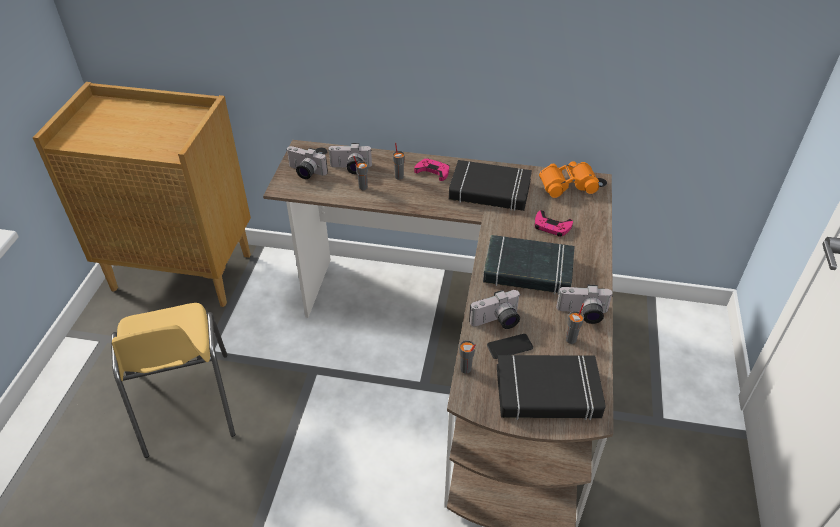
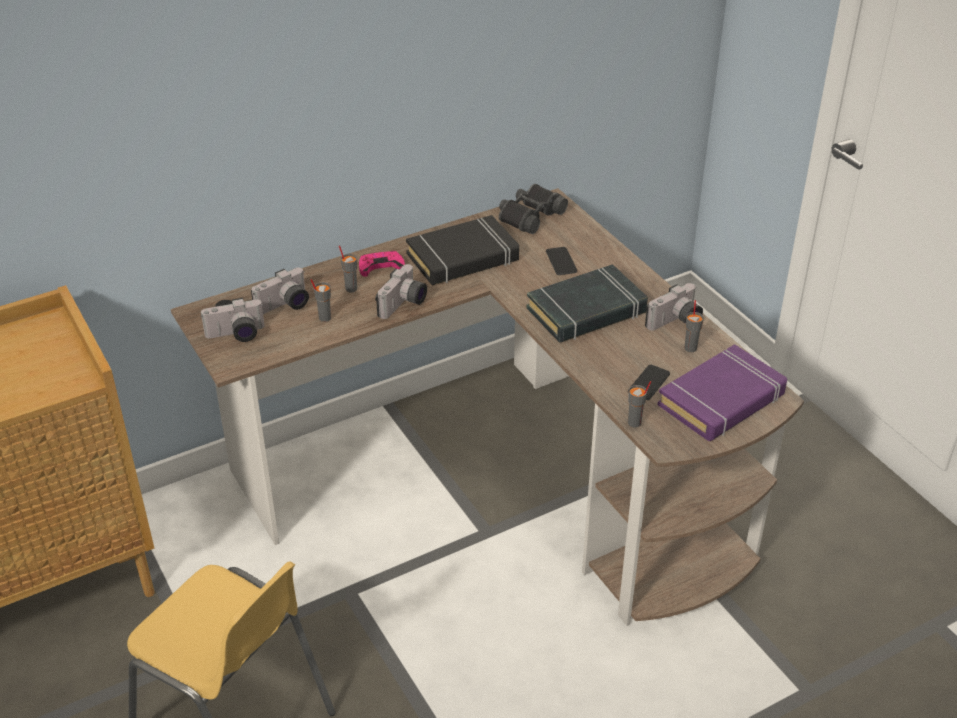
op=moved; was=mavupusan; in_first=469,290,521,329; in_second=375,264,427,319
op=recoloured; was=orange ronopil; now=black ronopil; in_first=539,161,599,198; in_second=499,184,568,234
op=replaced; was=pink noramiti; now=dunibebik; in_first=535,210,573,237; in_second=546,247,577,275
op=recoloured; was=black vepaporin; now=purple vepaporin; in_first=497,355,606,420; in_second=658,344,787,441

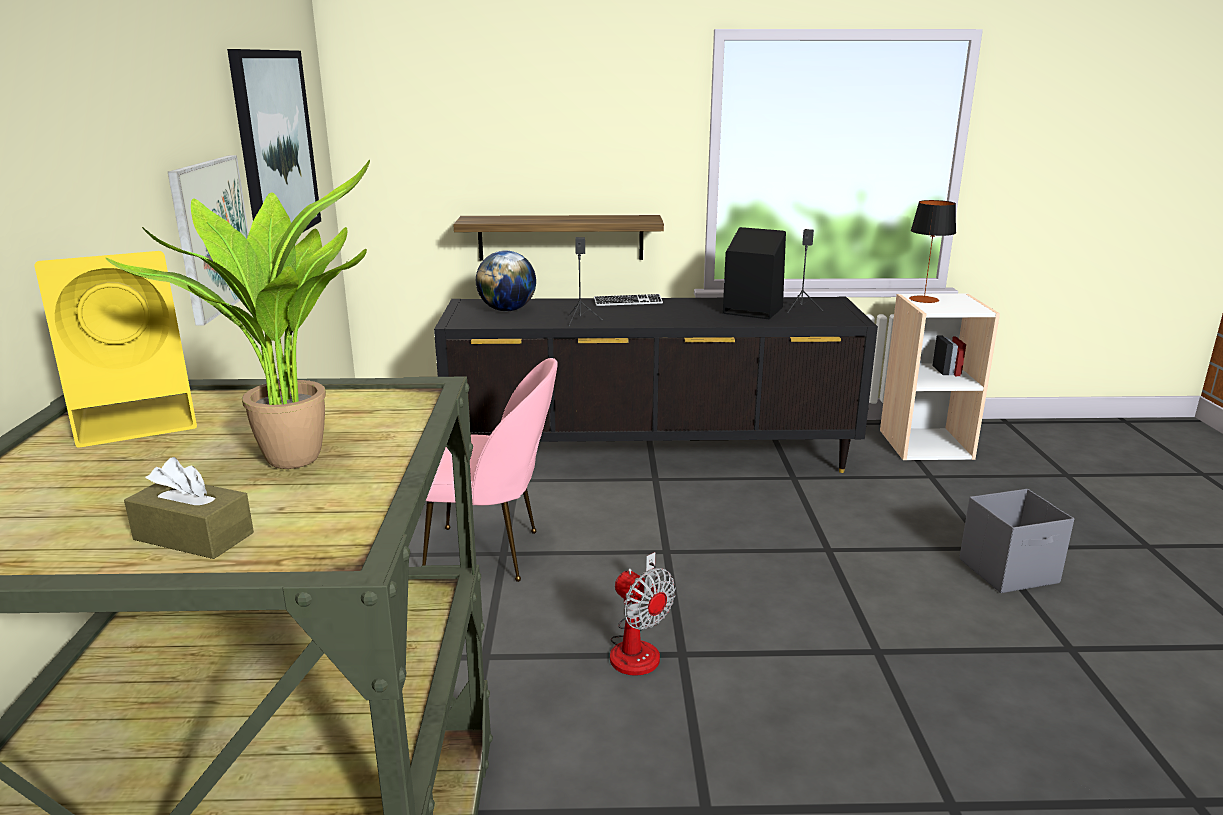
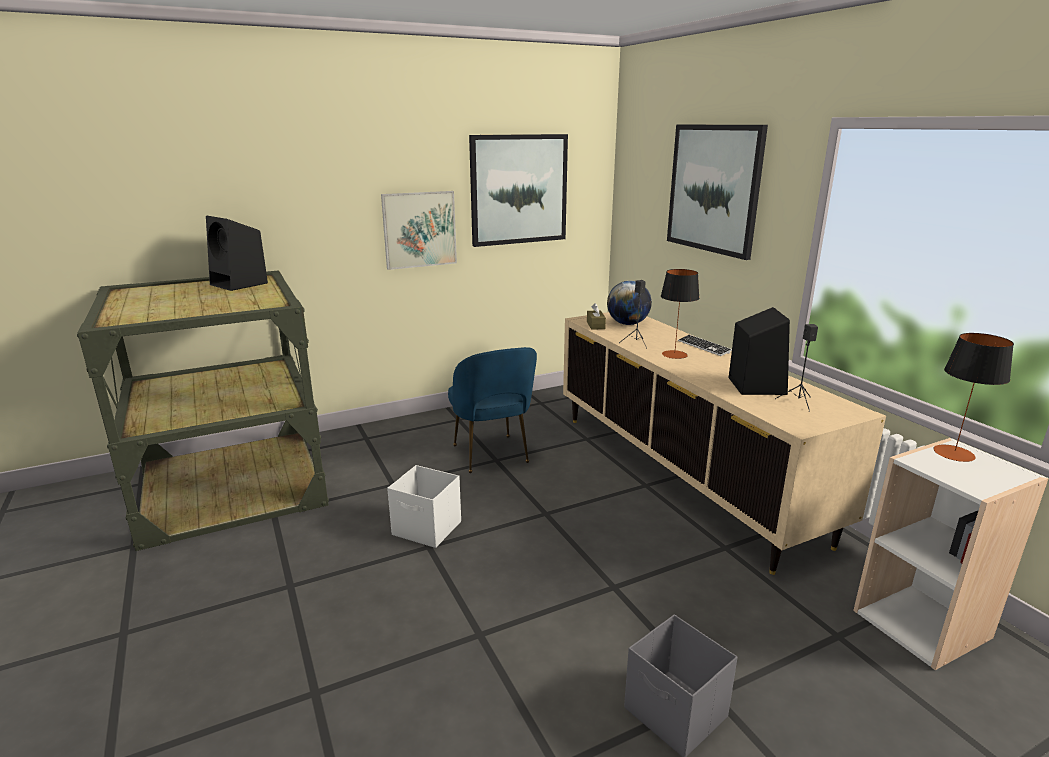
op=recoloured; was=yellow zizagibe; now=black zizagibe; in_first=34,251,197,448; in_second=206,215,268,291
op=replaced; was=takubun; now=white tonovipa; in_first=610,552,676,676; in_second=387,465,461,548
op=recoloured; was=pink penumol; now=blue penumol; in_first=422,358,558,582; in_second=448,347,537,473
op=recoloured; was=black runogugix; now=beige runogugix; in_first=434,297,878,473; in_second=563,312,886,575
op=moved; was=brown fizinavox; in_first=124,457,254,559; in_second=587,303,606,330
op=added; now=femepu; in_second=661,269,699,359
op=added; now=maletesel; in_second=667,125,768,260
op=removed; was=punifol; in_first=106,160,370,469
op=removed; was=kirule; in_first=453,215,664,261

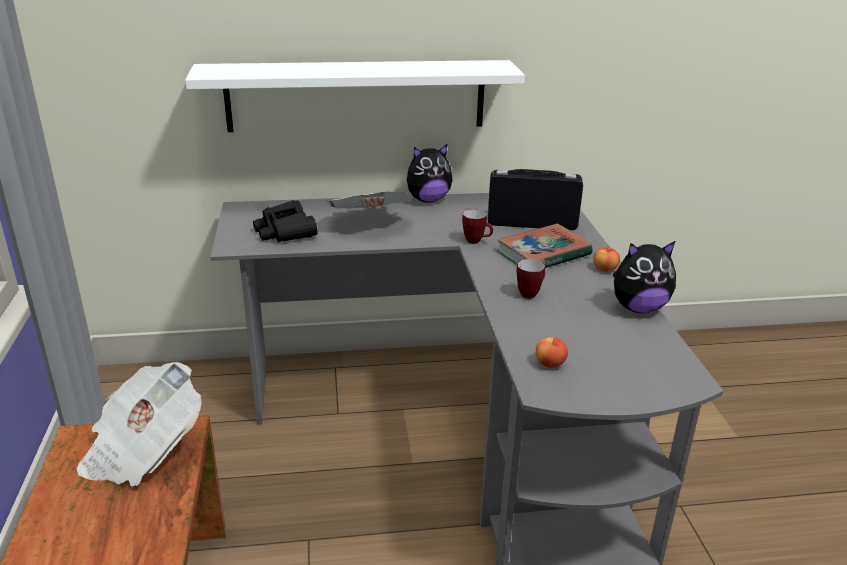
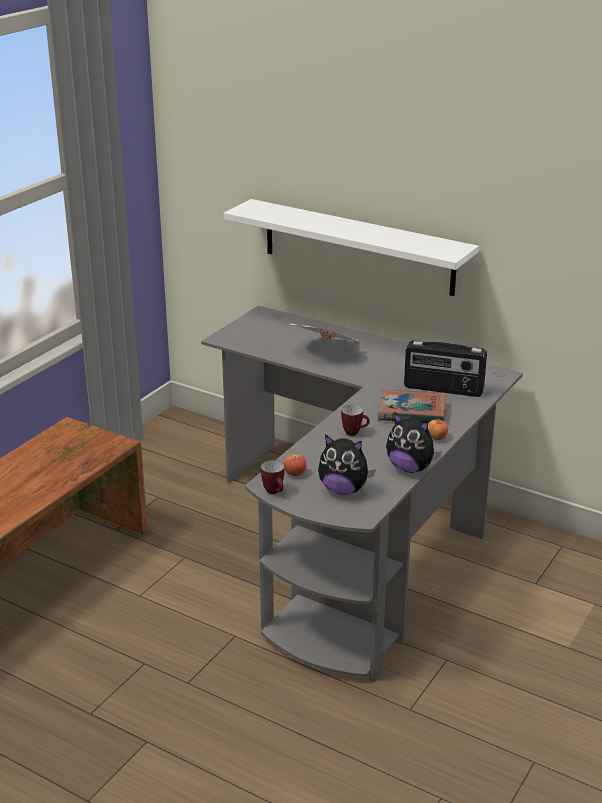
op=moved; was=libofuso; in_first=462,209,493,244; in_second=261,460,285,494
op=moved; was=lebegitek; in_first=407,143,452,203; in_second=318,434,376,495
op=turned; was=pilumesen; in_first=488,169,583,230; in_second=404,340,487,397; clockwise=150
op=removed; was=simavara; in_first=77,362,202,486
op=removed; was=black ronopil; in_first=253,200,318,242

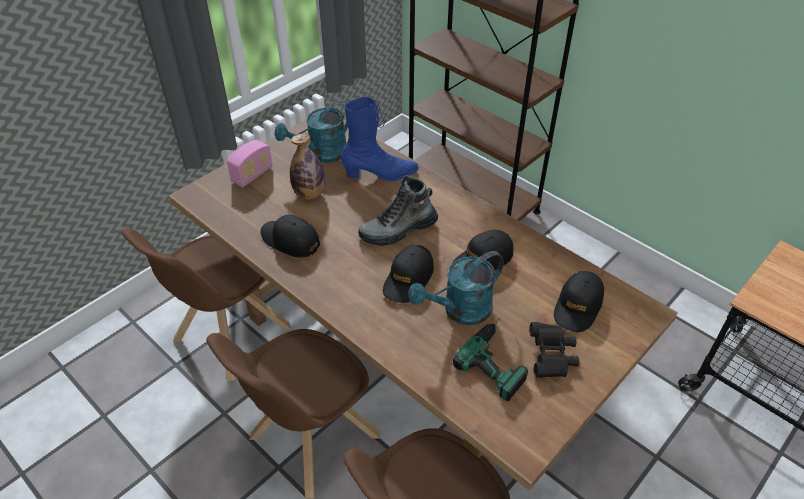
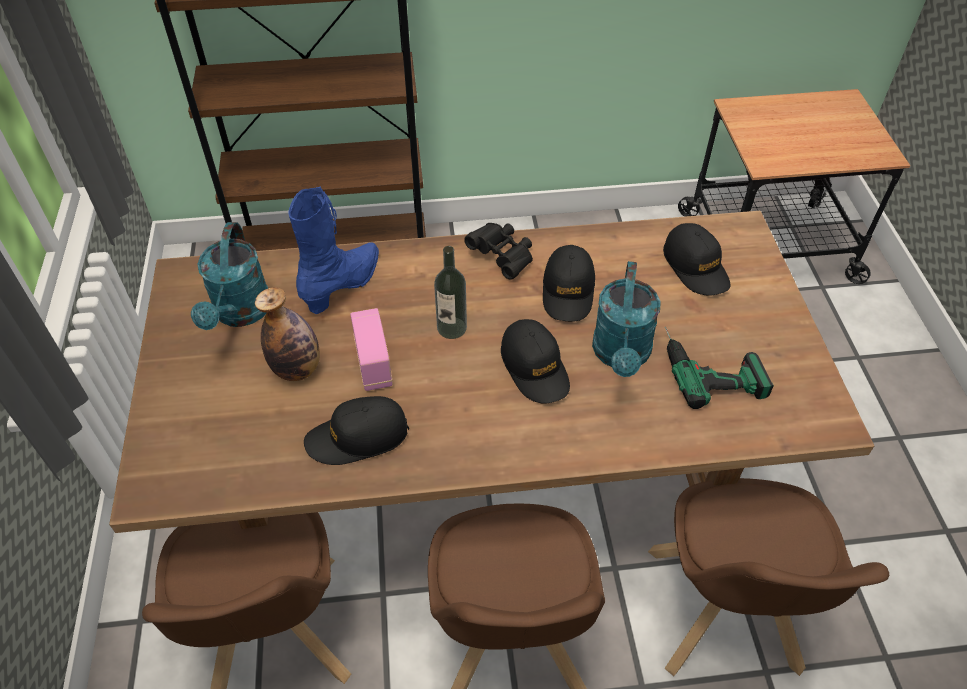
op=moved; was=pilumesen; in_first=227,140,273,187; in_second=350,308,392,391
op=replaced; was=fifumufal; now=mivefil; in_first=358,175,438,246; in_second=434,246,467,339
op=moved; was=black ronopil; in_first=529,322,579,378; in_second=464,223,533,280

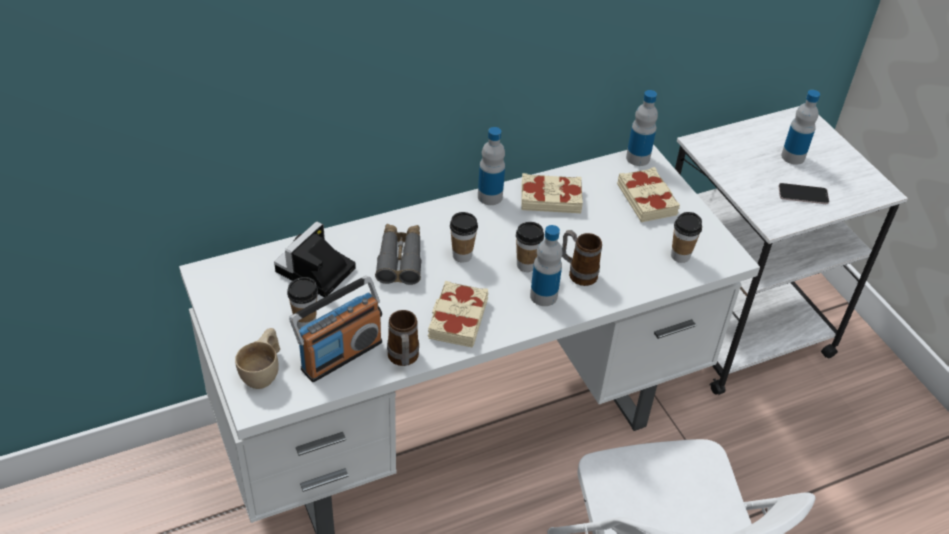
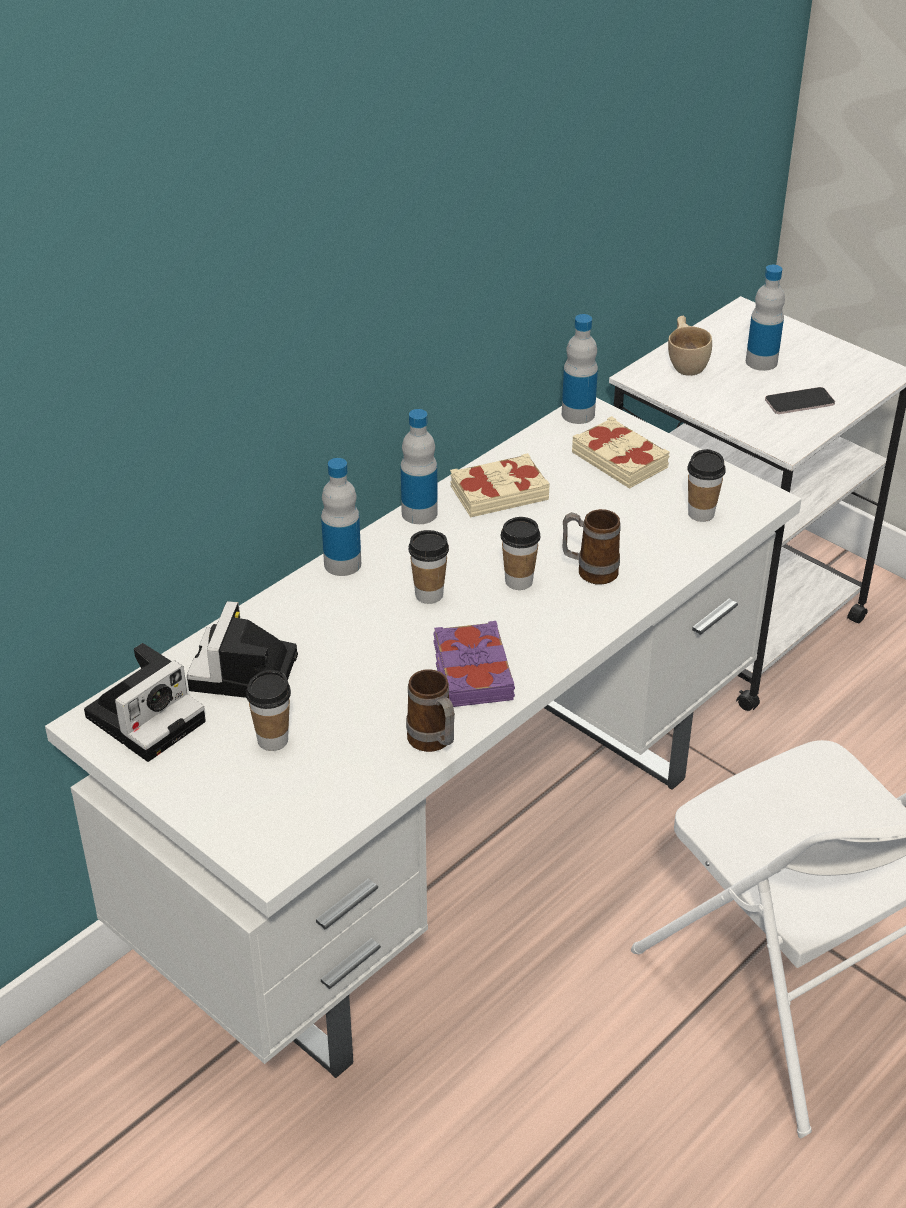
op=added; now=mavupusan; in_second=84,643,206,762
op=moved; was=mivefil; in_first=530,225,563,306; in_second=321,458,361,576
op=recoloured; was=beige vepaporin; now=purple vepaporin; in_first=428,281,489,348; in_second=433,621,515,707
op=moved; was=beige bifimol; in_first=235,328,280,389; in_second=668,316,712,376
op=removed; was=pilumesen; in_first=289,276,382,382
op=removed; was=grey ronopil; in_first=375,224,422,285

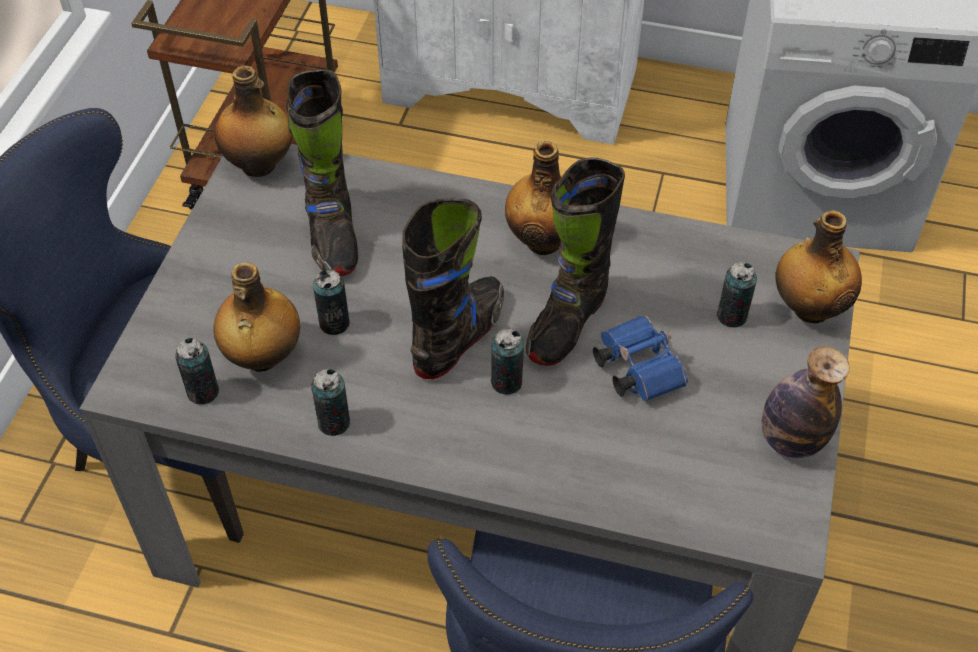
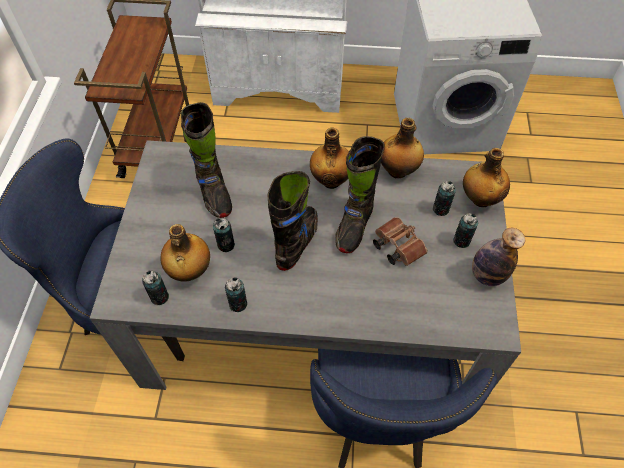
op=recoloured; was=blue ronopil; now=brown ronopil; in_first=593,316,688,401; in_second=373,217,428,266
op=moved; was=mivefil; in_first=214,66,293,177; in_second=381,118,424,178
op=moved; was=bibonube; in_first=490,329,524,395; in_second=453,213,478,248

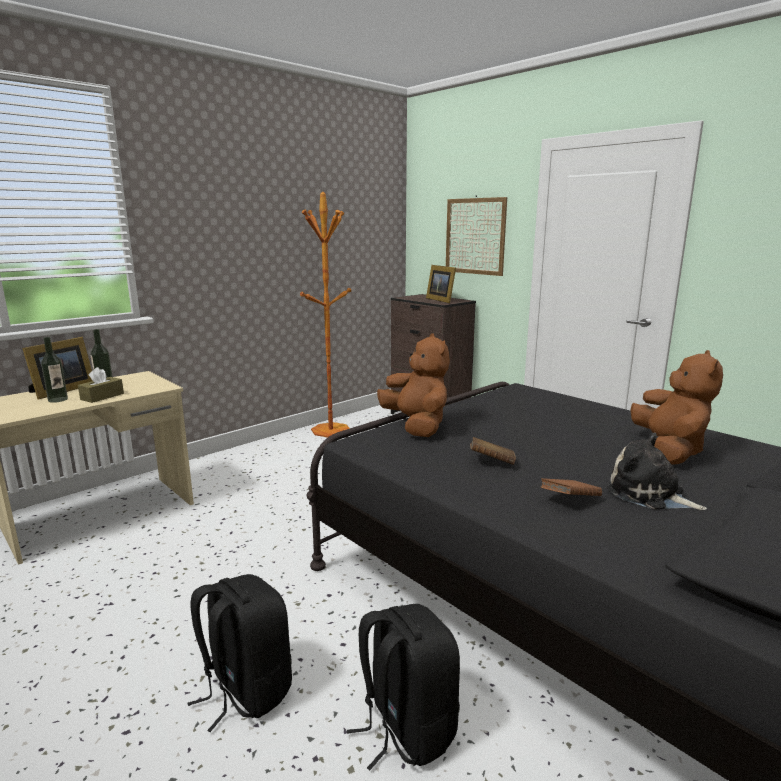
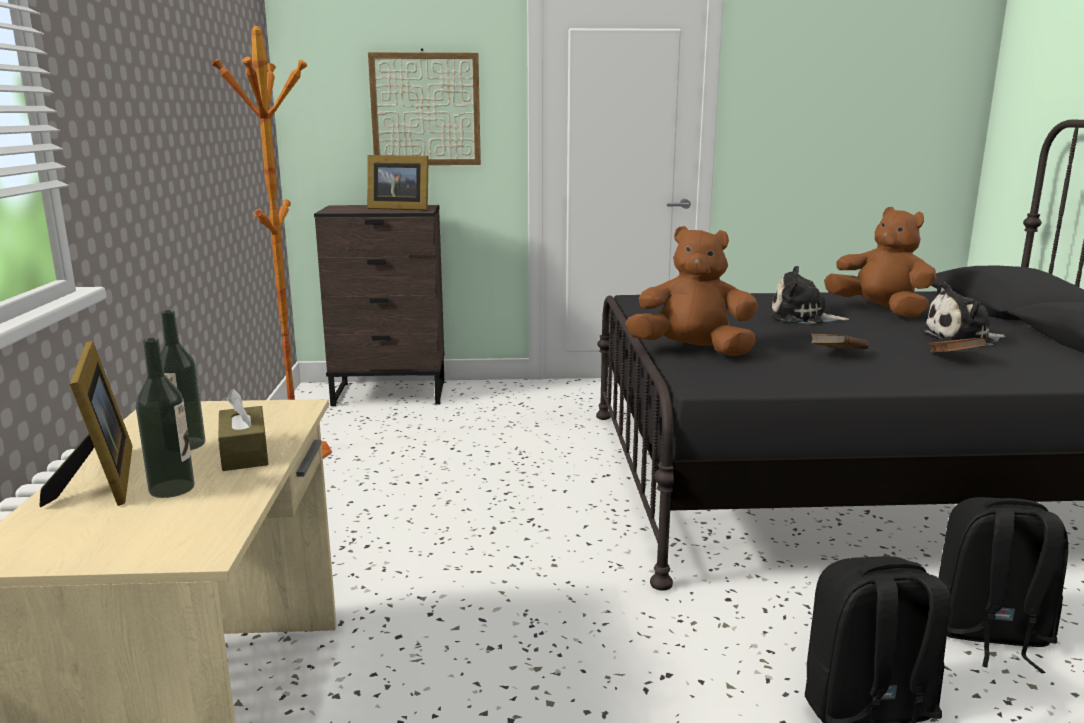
op=added; now=lebegitek; in_second=771,266,849,324

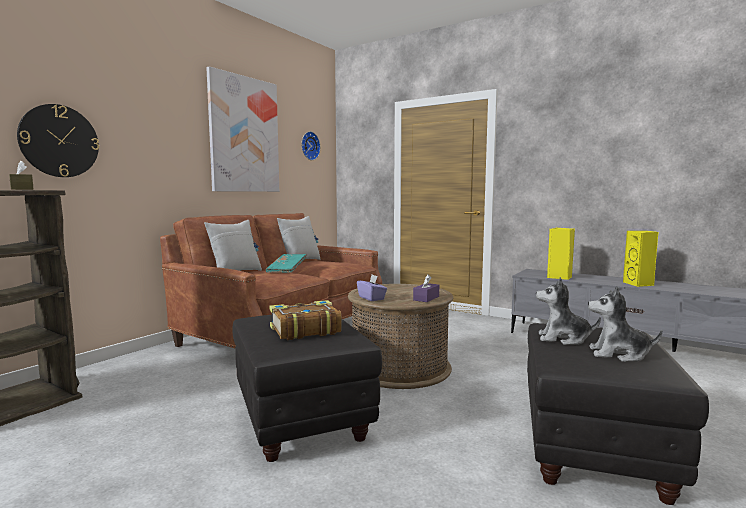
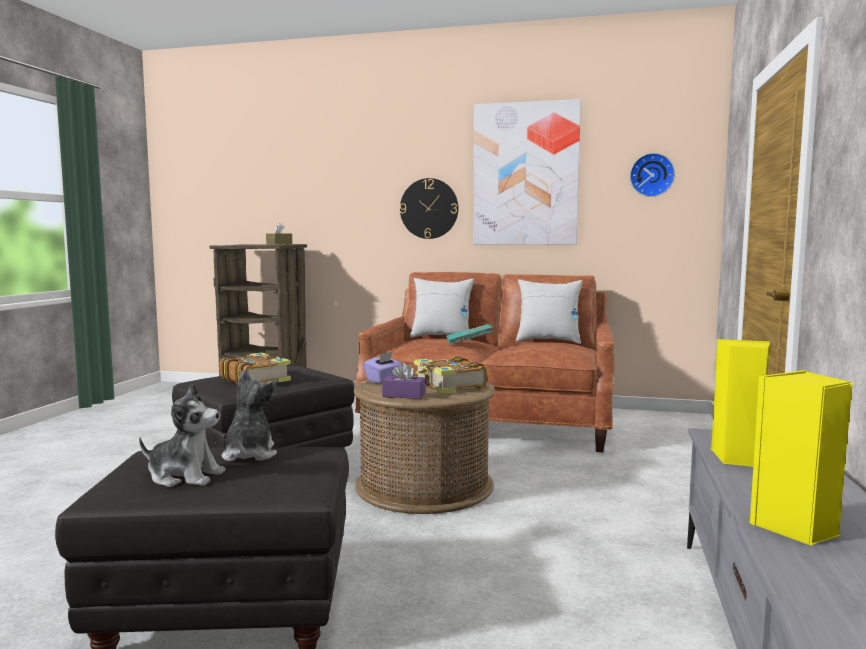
op=turned; was=lebegitek; in_first=588,286,662,362; in_second=139,384,225,487; clockwise=105
op=moved; was=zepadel; in_first=17,104,99,177; in_second=400,178,458,239
op=added; now=vepaporin; in_second=414,356,487,394

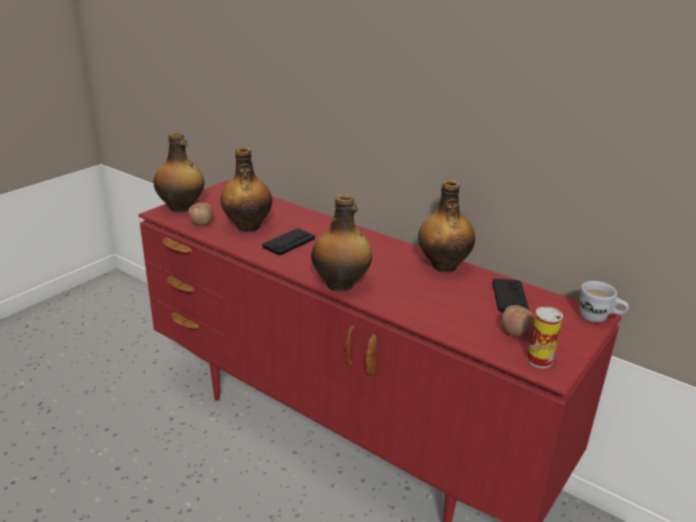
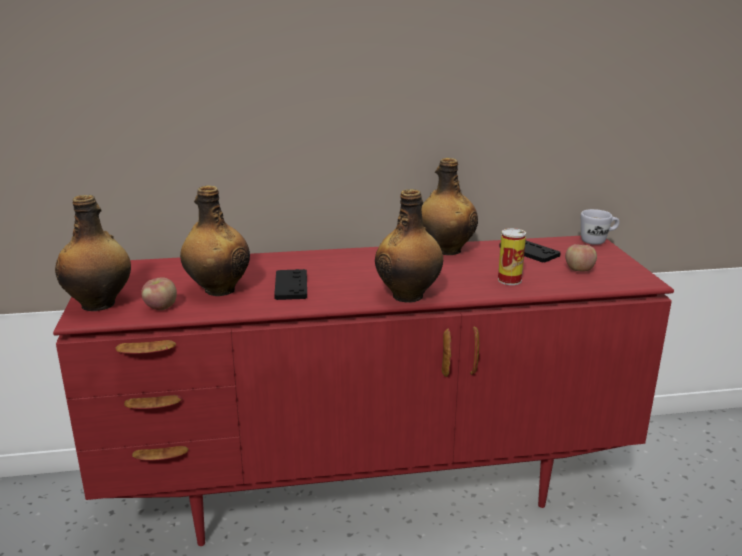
op=moved; was=bibonube; in_first=527,307,563,368; in_second=498,228,526,285

